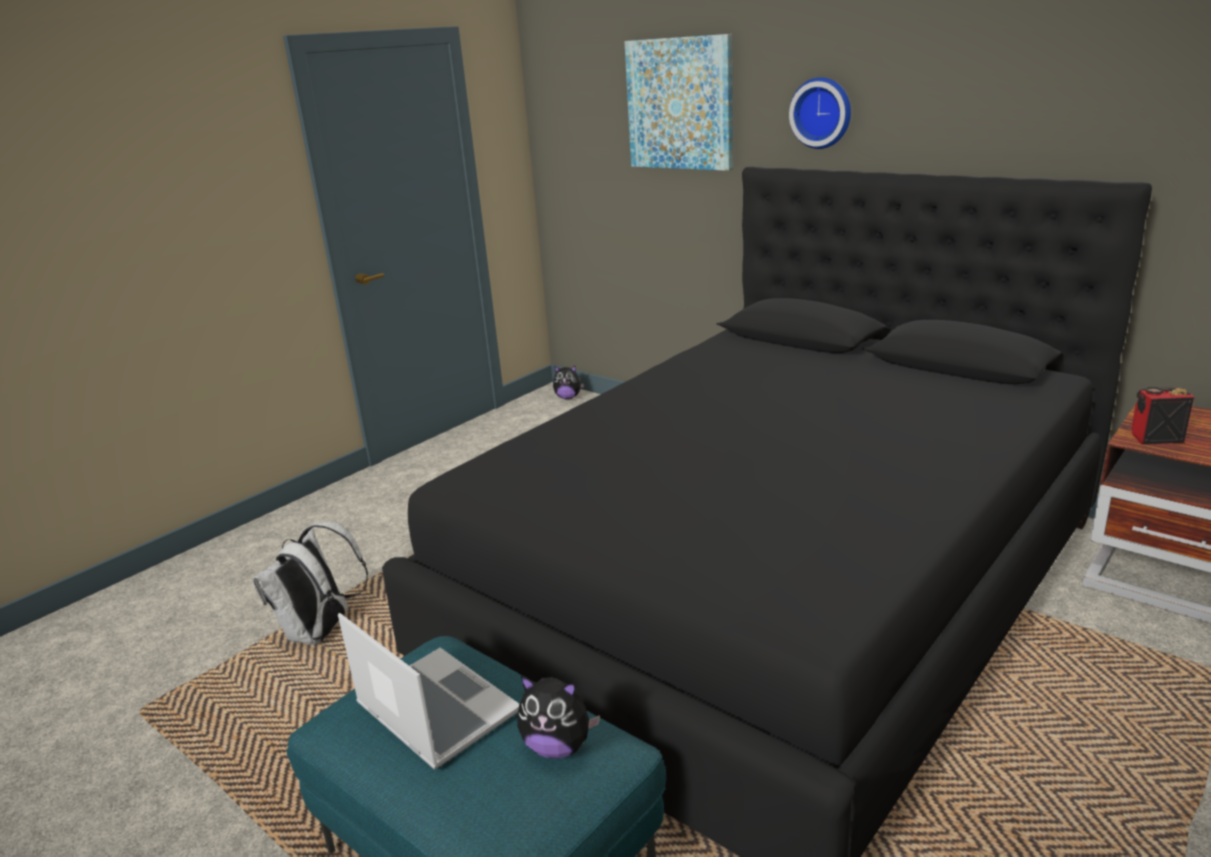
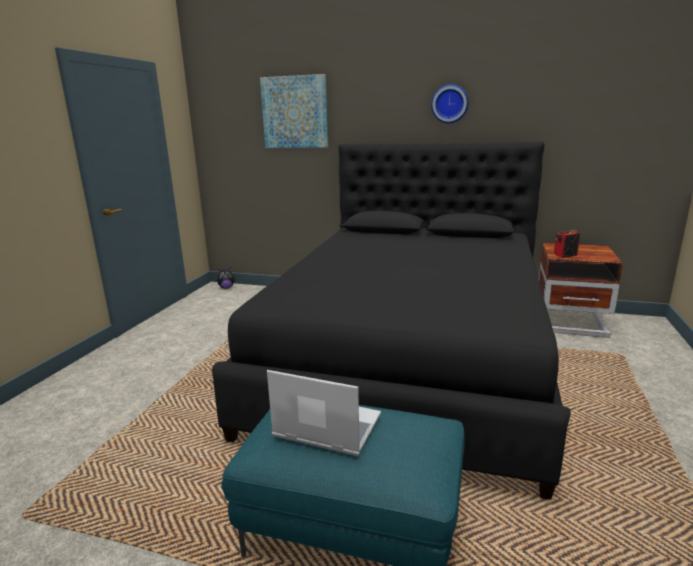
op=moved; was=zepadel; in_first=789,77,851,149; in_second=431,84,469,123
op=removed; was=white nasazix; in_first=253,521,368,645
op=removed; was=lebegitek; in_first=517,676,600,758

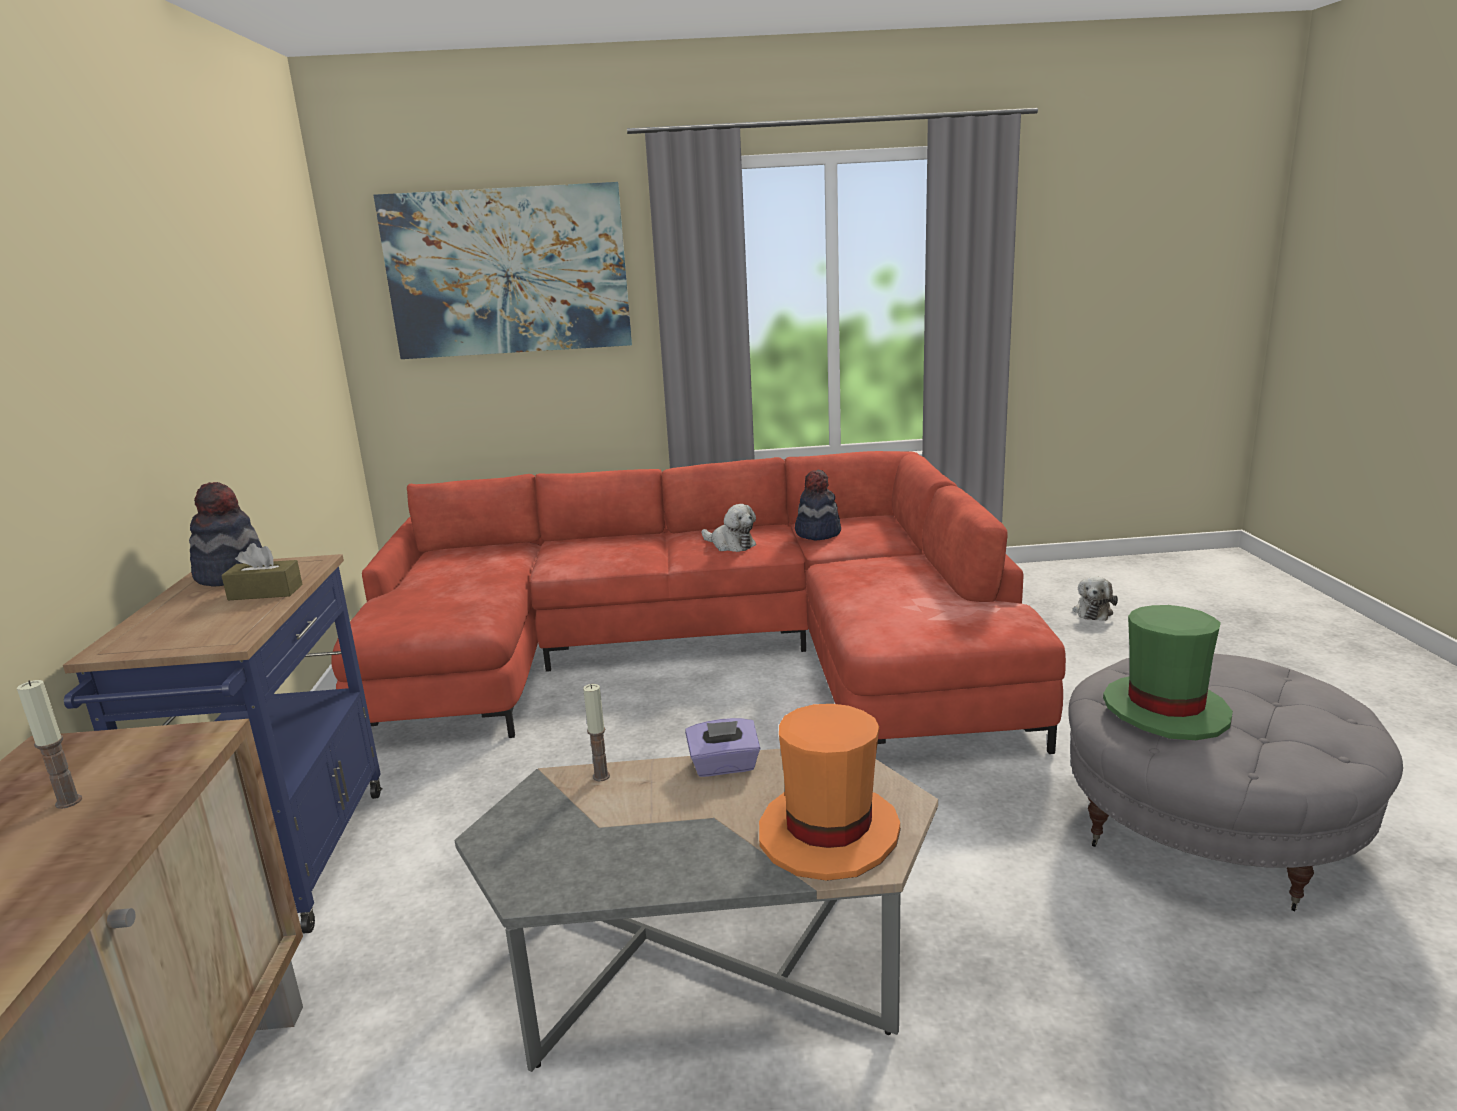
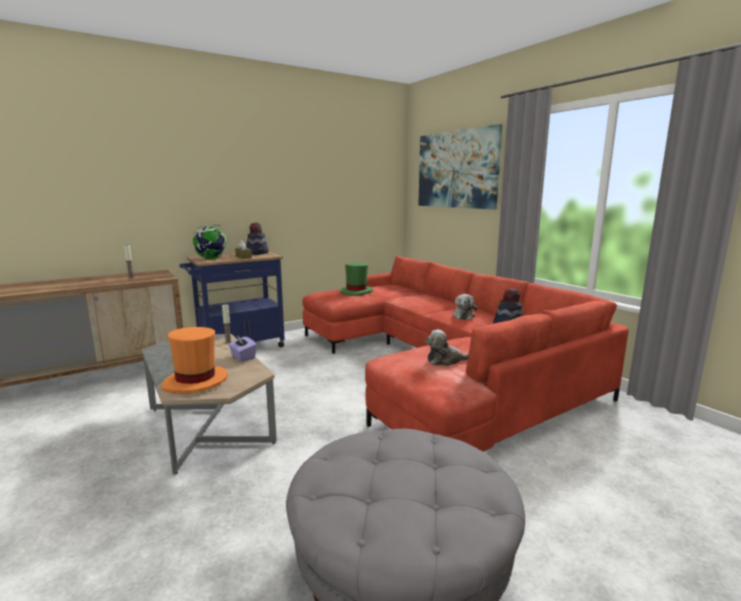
op=added; now=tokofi; in_second=193,224,226,259
op=moved; was=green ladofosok; in_first=1103,605,1233,740; in_second=340,262,373,296
op=moved; was=lebegitek; in_first=1072,576,1118,621; in_second=426,330,469,366

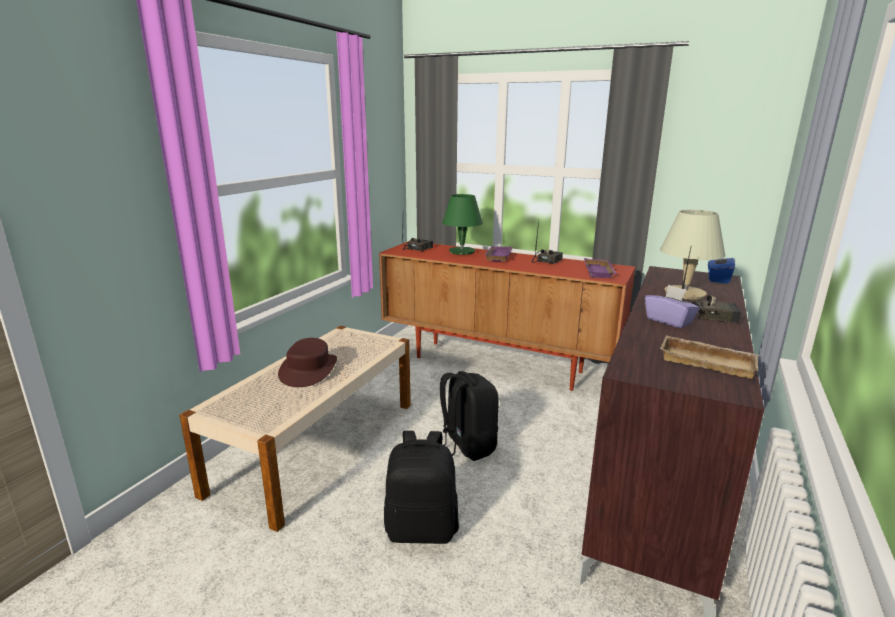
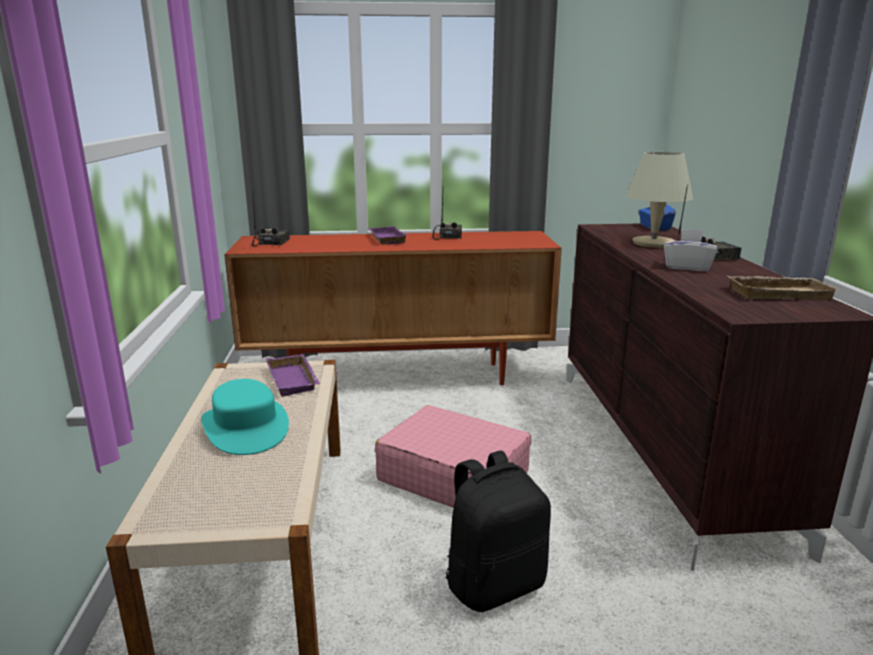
op=recoloured; was=brown ladofosok; now=turquoise ladofosok; in_first=278,338,337,387; in_second=201,379,289,455
op=moved; was=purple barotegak; in_first=584,258,616,278; in_second=266,354,320,397
op=replaced; was=black nasazix; now=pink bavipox; in_first=440,371,499,461; in_second=375,405,531,508
op=recoloured; was=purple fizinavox; now=white fizinavox; in_first=645,285,700,328; in_second=664,228,718,271
op=removed; was=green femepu; in_first=442,194,483,255

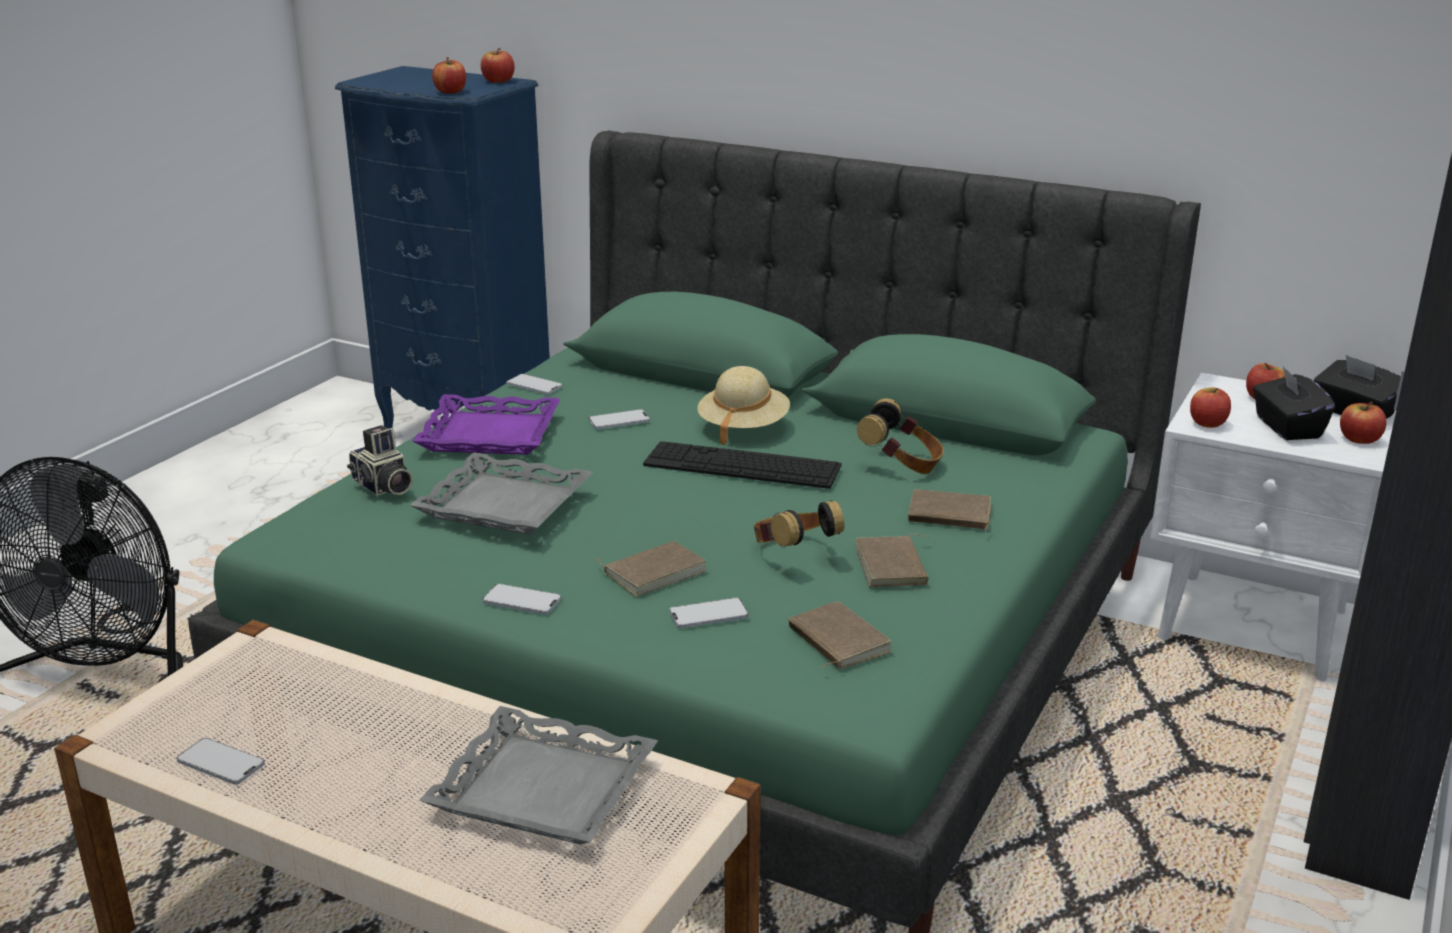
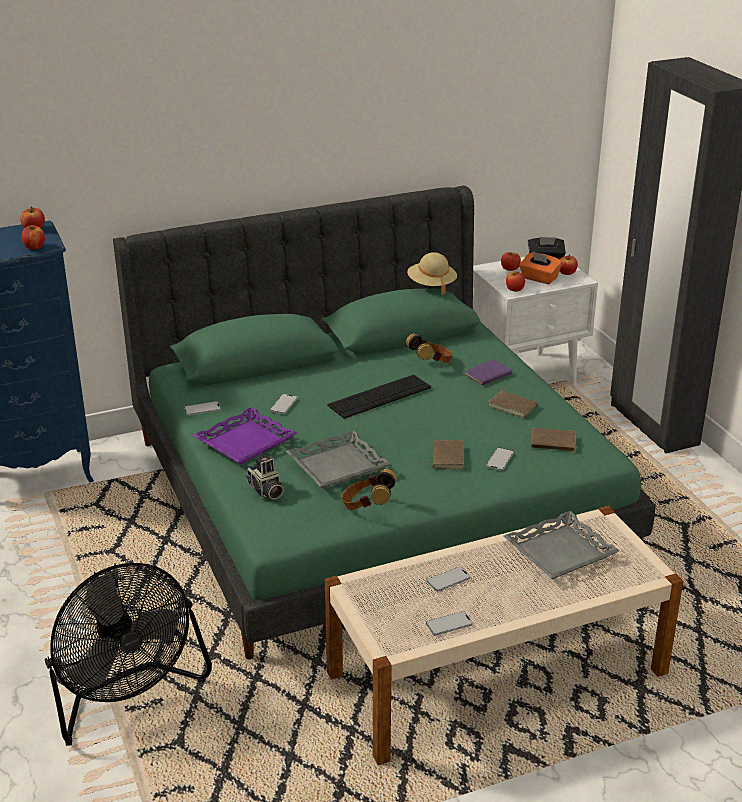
op=turned; was=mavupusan; in_first=347,425,413,496; in_second=246,455,284,500; clockwise=60
op=moved; was=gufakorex; in_first=754,500,844,548; in_second=341,469,397,510
op=moved; was=beige ladofosok; in_first=697,366,790,446; in_second=407,252,457,295
op=moved; was=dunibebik; in_first=482,584,561,615; in_second=426,567,470,592
op=recoloured; was=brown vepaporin; now=purple vepaporin; in_first=908,489,992,532; in_second=465,359,518,386
op=recoloured; was=black fizinavox; now=orange fizinavox; in_first=1253,366,1335,440; in_second=519,251,562,284

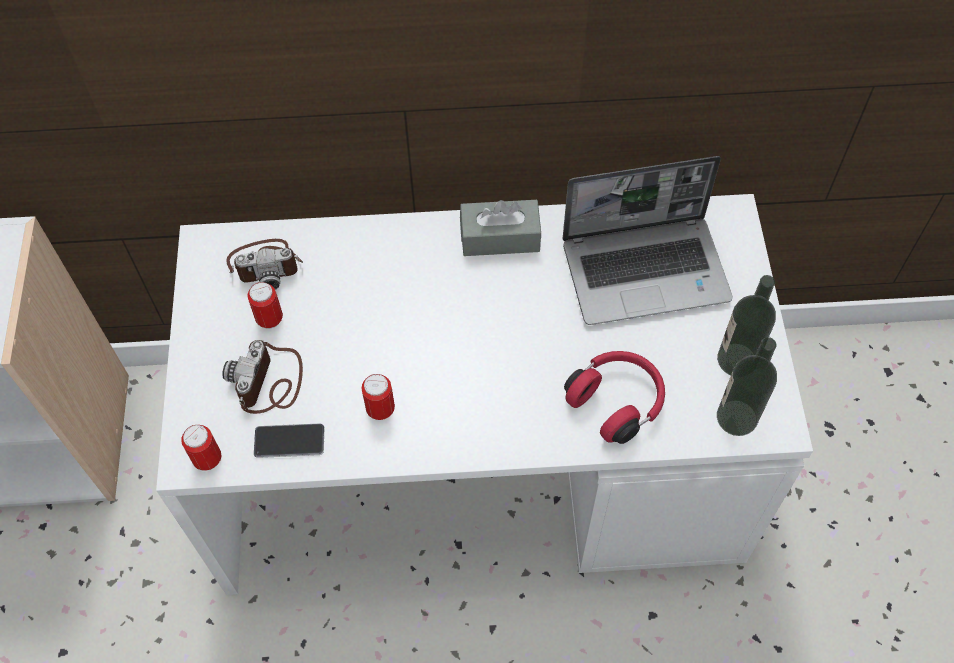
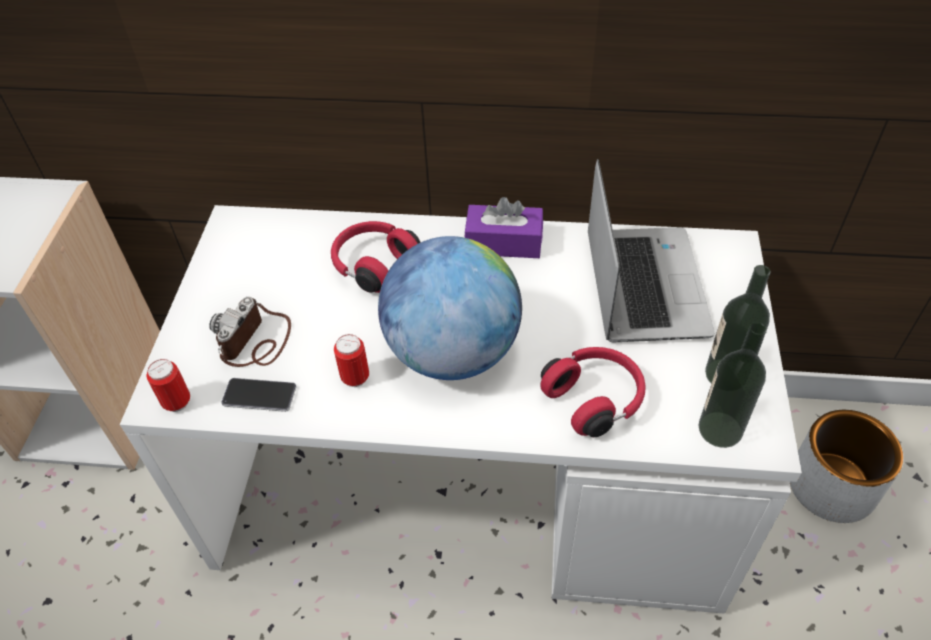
op=added; now=red gufakorex; in_second=331,221,421,293
op=added; now=tokofi; in_second=378,236,522,380
op=recoloured; was=grey fizinavox; now=purple fizinavox; in_first=460,200,541,256; in_second=465,197,543,258
op=turned; was=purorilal; in_first=562,156,733,325; in_second=588,159,715,343; clockwise=-90
op=added; now=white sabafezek; in_second=789,409,904,523
op=removed; was=mavupusan; in_first=226,239,303,290
op=removed; was=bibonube; in_first=248,282,283,329

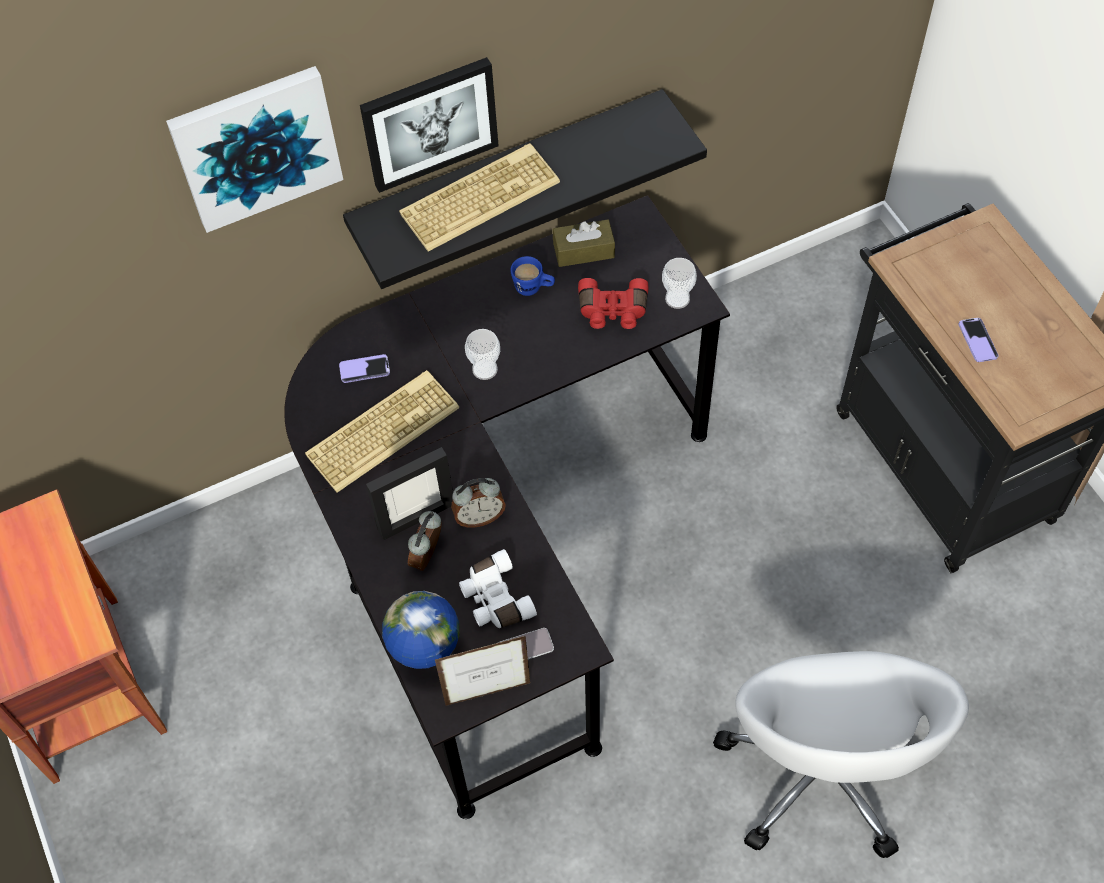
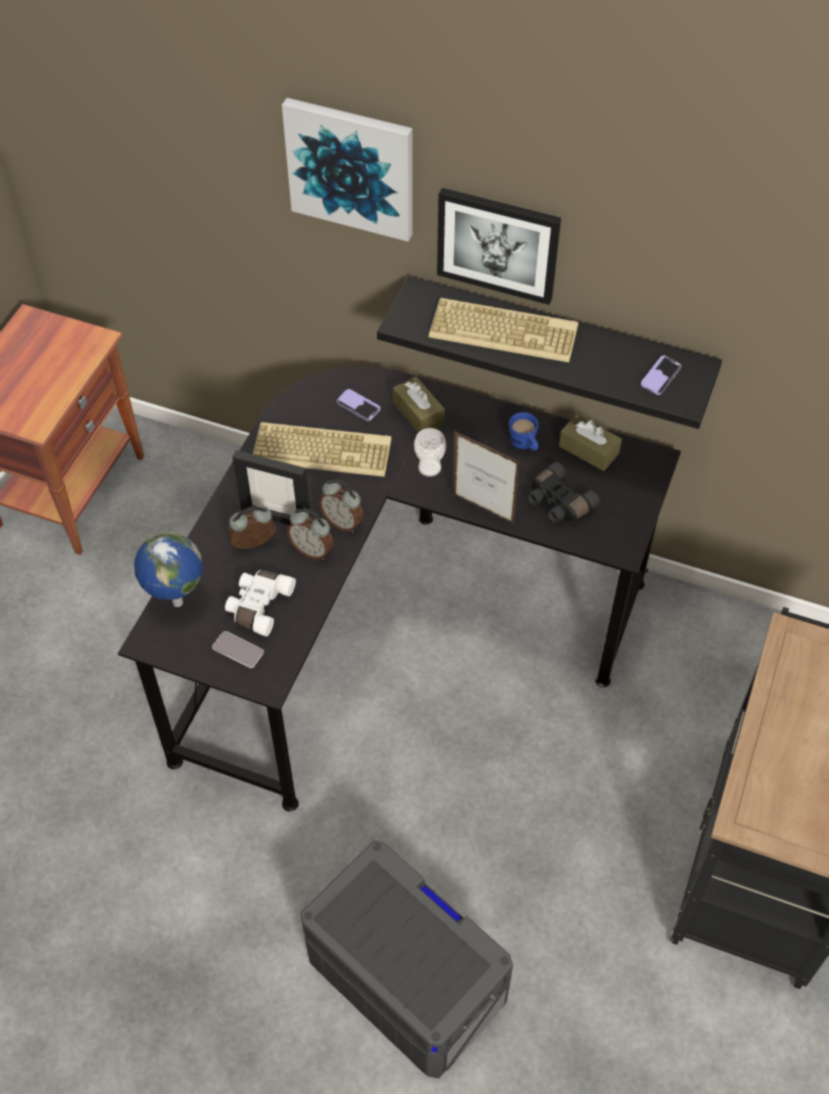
op=replaced; was=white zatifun; now=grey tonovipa; in_first=713,651,969,858; in_second=300,841,513,1079
op=added; now=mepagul; in_second=319,480,364,532
op=added; now=brown fizinavox; in_second=393,376,445,433
op=moved; was=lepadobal; in_first=435,636,530,706; in_second=452,431,521,525
op=recoloured; was=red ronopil; now=black ronopil; in_first=578,278,649,329; in_second=528,462,600,523
op=moved; was=dunibebik; in_first=959,318,998,362; in_second=641,355,681,395
op=removed; was=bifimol; in_first=662,258,697,309

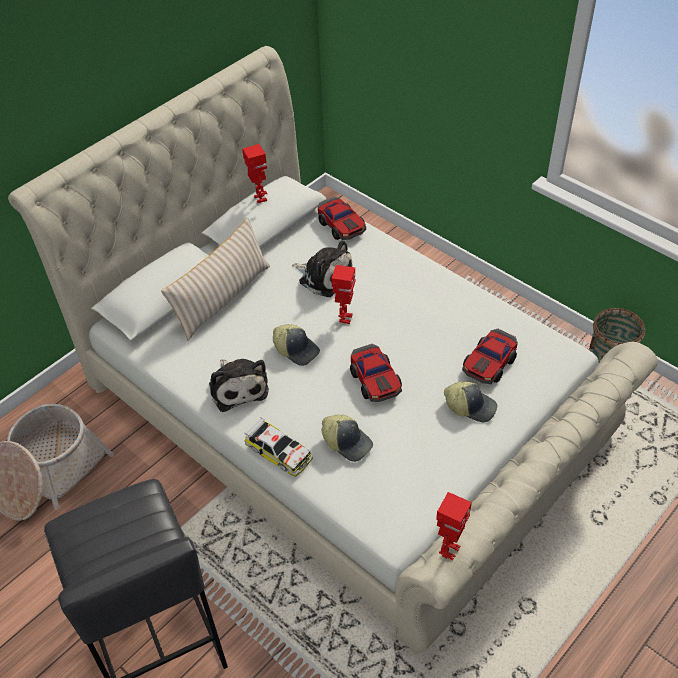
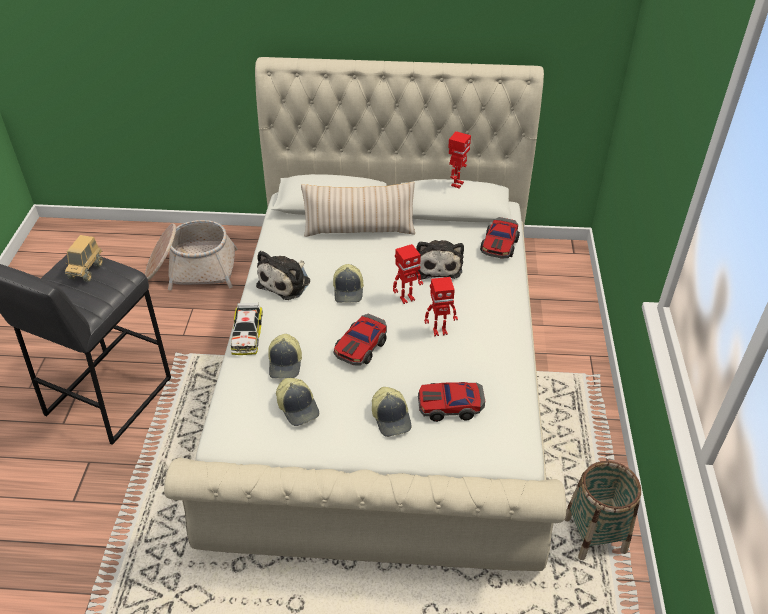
op=added; now=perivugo; in_second=65,235,103,282
op=added; now=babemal; in_second=276,378,319,426
op=moved; was=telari; in_first=436,492,472,561; in_second=424,277,458,336

